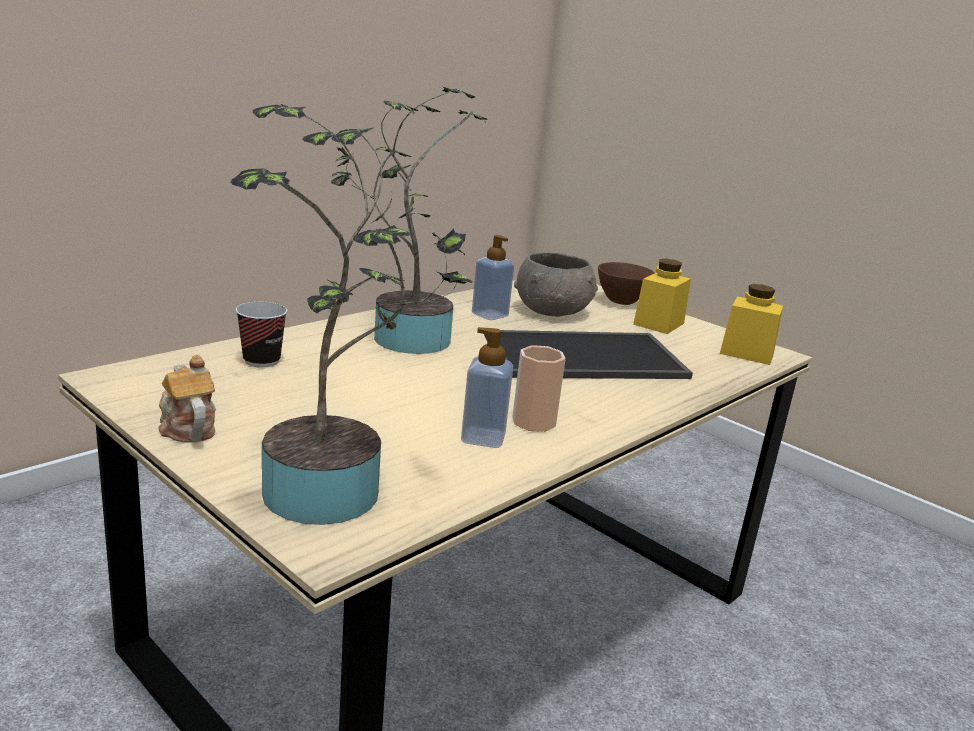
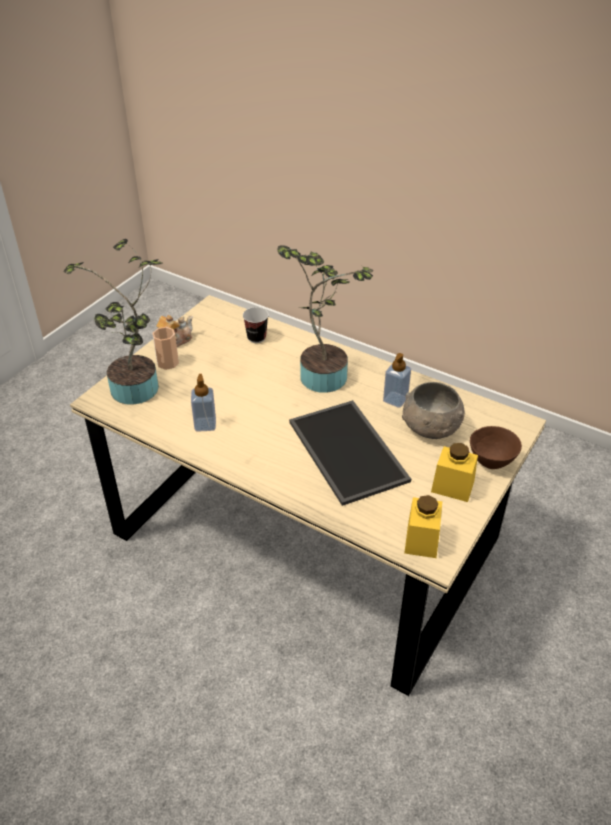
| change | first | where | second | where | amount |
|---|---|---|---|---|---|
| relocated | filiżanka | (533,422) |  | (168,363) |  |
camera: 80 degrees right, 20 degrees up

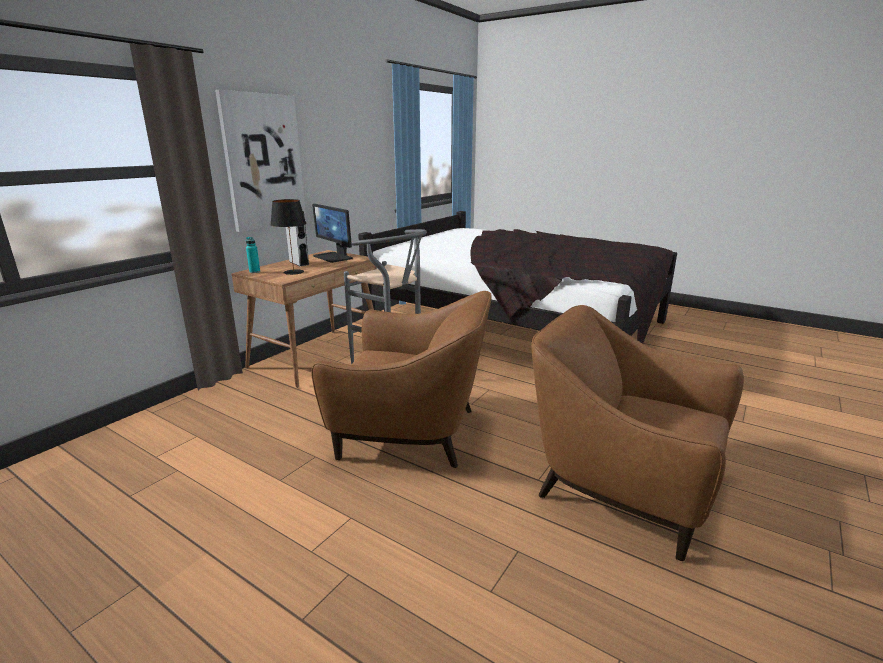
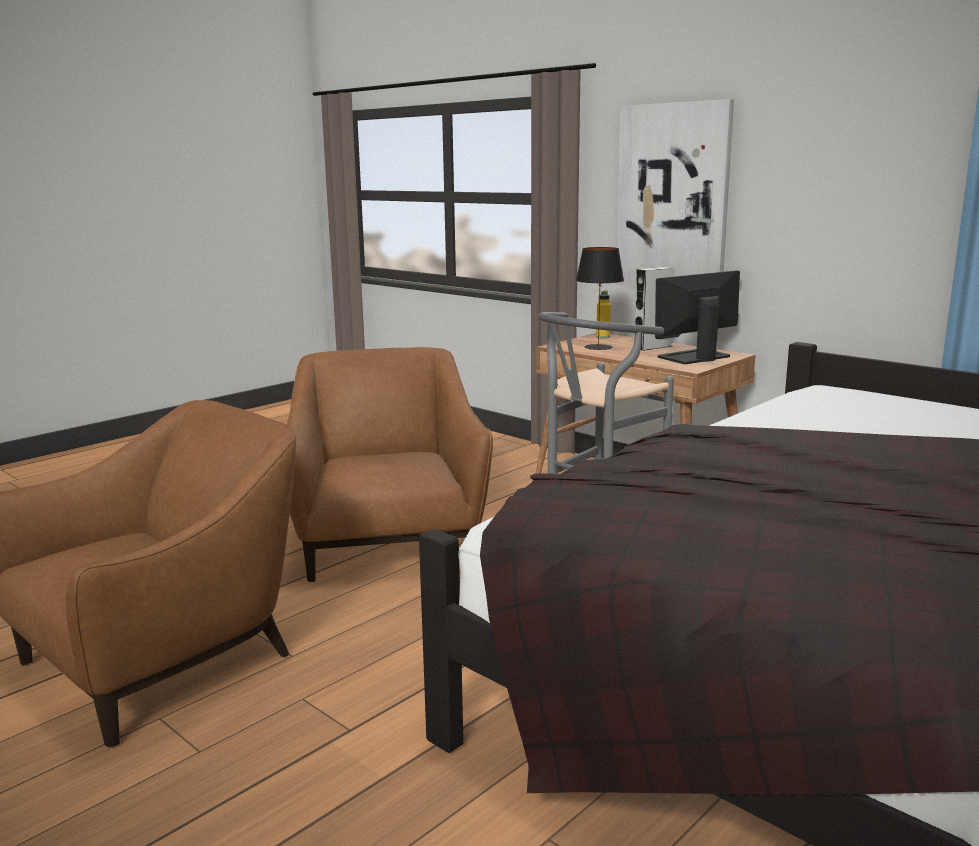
| change | first | where | second | where | amount |
|---|---|---|---|---|---|
| colour | butelka (turkusowy) | (254,272) | butelka (żółty) | (603,337) |  |
| spun | fotel (brązowy) | (411,432) |  | (388,542) | 150 degrees clockwise |
camera: 100 degrees right, 5 degrees down

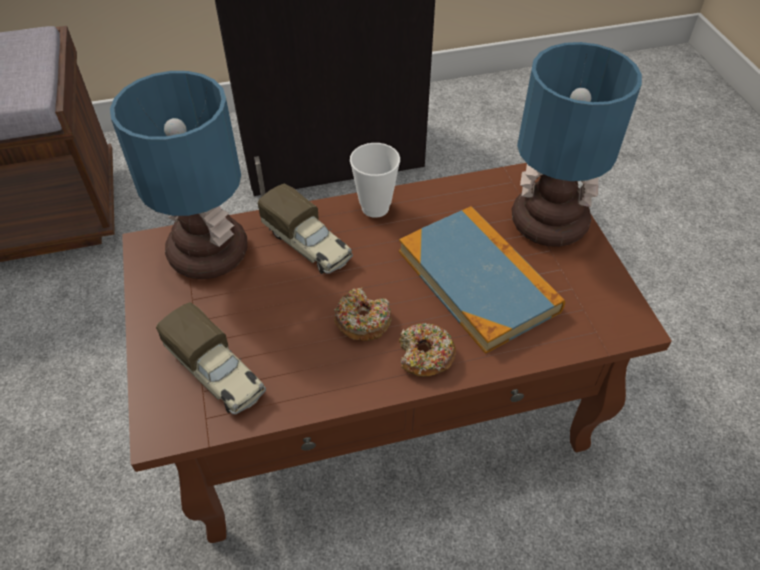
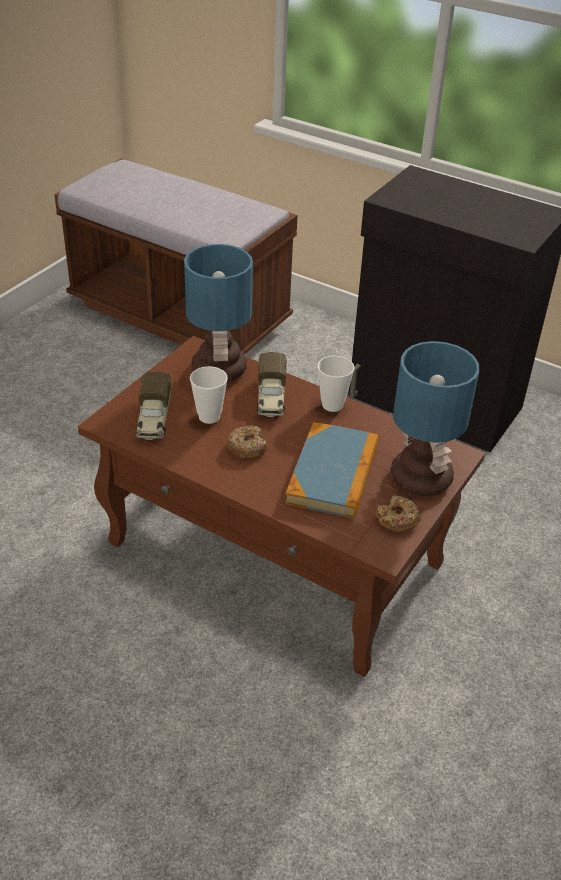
| change | first | where | second | where | amount |
|---|---|---|---|---|---|
| relocated | donut | (425,356) |  | (397,520) |  |
| appeared |  |  | filiżanka | (209,416) |  |
camera: 45 degrees right, 10 degrees down

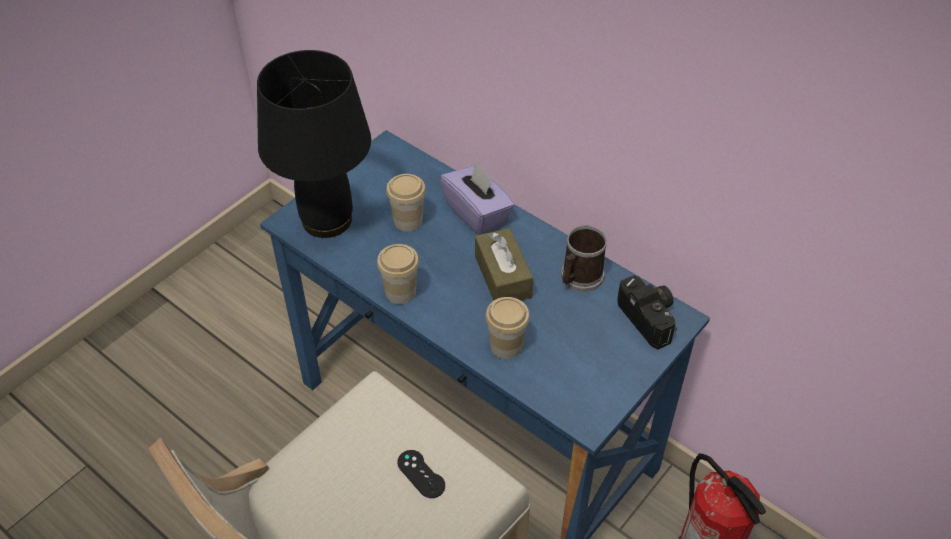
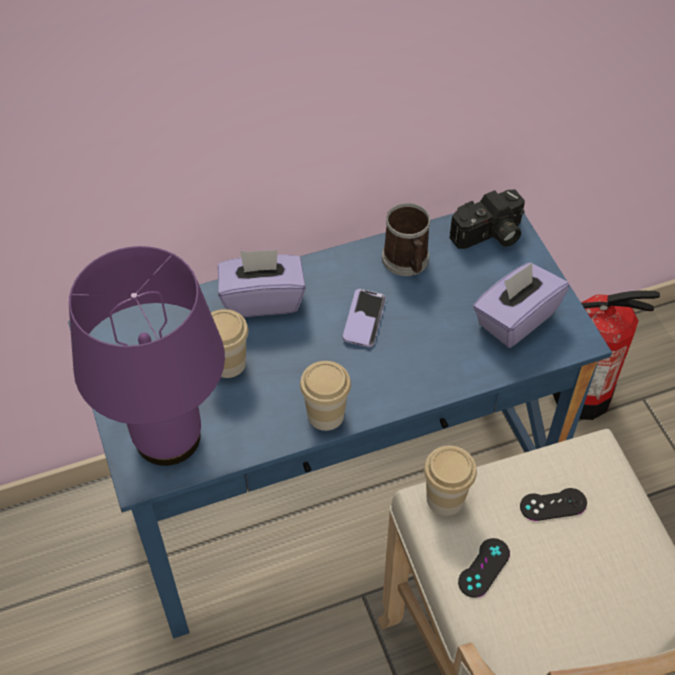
| change | first | where | second | where | amount |
|---|---|---|---|---|---|
| colour | lampa stołowa (czarny) | (326,219) | lampa stołowa (fioletowy) | (166,438) |  |
| exchanged | pudełko chusteczek (brązowy) | (502,276) | telefon | (364,319) |  |
| spun | aparat fotograficzny | (651,318) |  | (489,236) | 150 degrees clockwise |
| relocated | filiżanka | (506,346) |  | (445,498) |  |
| appeared |  |  | pudełko chusteczek (fioletowy) | (515,318) |  |
| appeared |  |  | pad do gier (czarny) | (484,567) |  |
camera: 60 degrees left, 5 degrees up

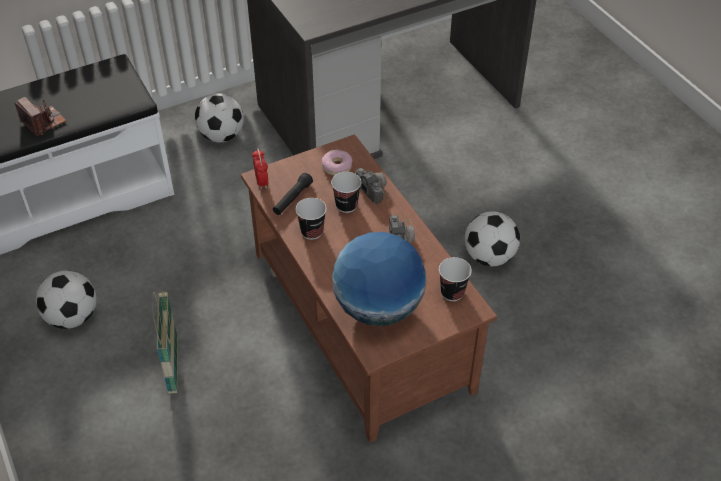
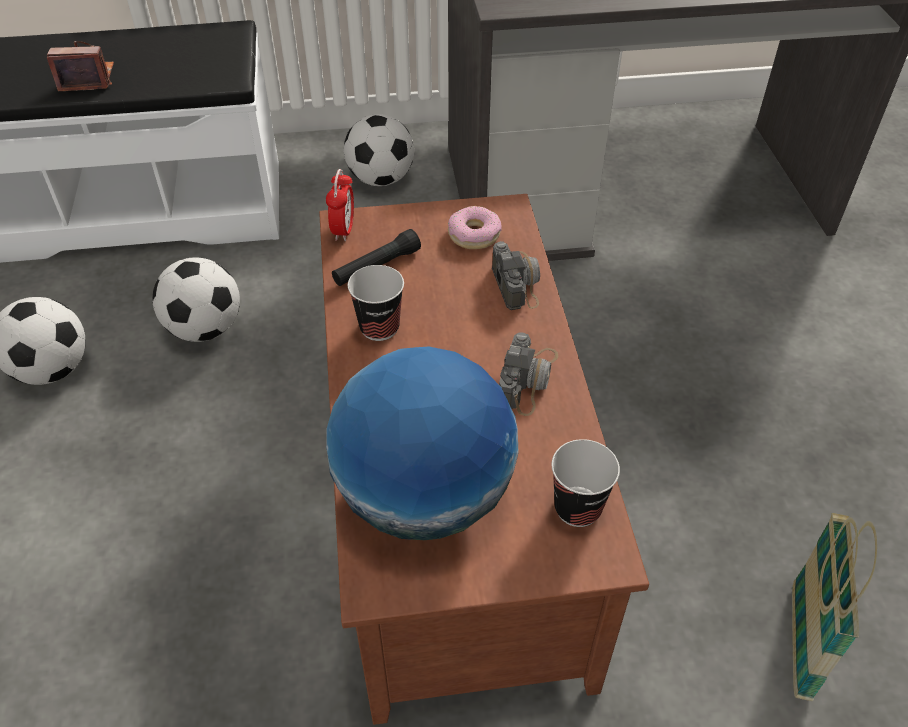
| change | first | where | second | where | amount |
|---|---|---|---|---|---|
| spun | aparat fotograficzny | (43,122) |  | (87,79) | 75 degrees counterclockwise |
| missing | filiżanka | (346,205) |  |  |  |
| relocated | piłka futbolowa | (489,257) |  | (205,329) |  |
| relocated | koszyk | (173,366) |  | (800,641) |  |
camera: 20 degrees right, 0 degrees up

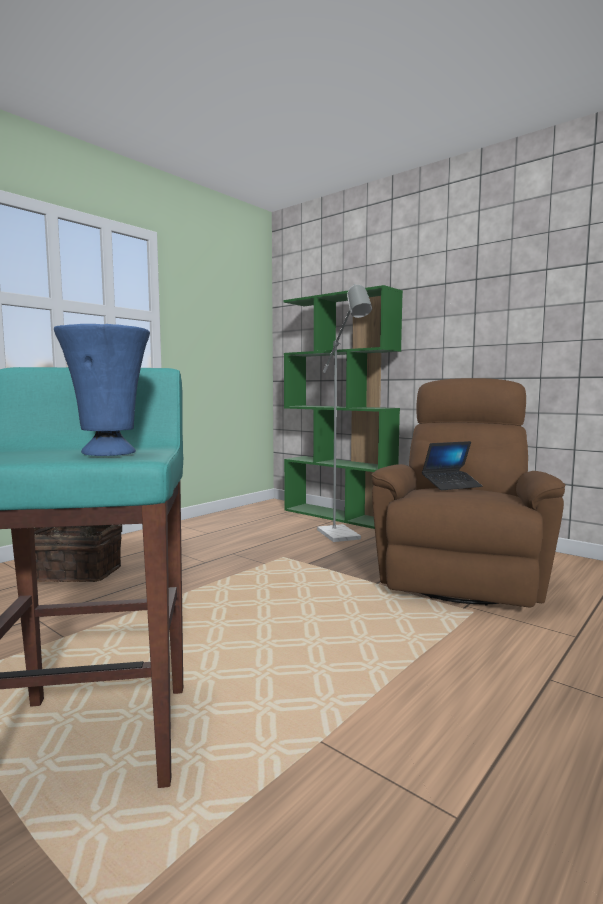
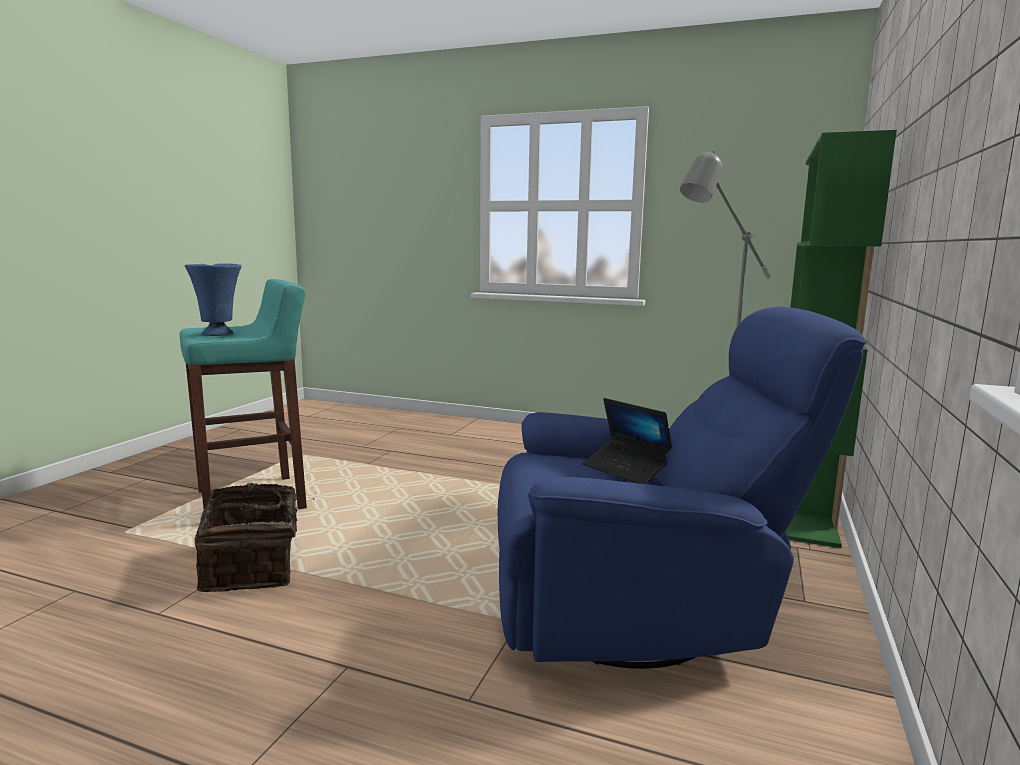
| change | first | where | second | where | amount |
|---|---|---|---|---|---|
| colour | fotel (brązowy) | (461,574) | fotel (niebieski) | (640,610) |  |
| relocated | koszyk | (76,573) |  | (253,566) |  |
camera: 70 degrees right, 5 degrees up

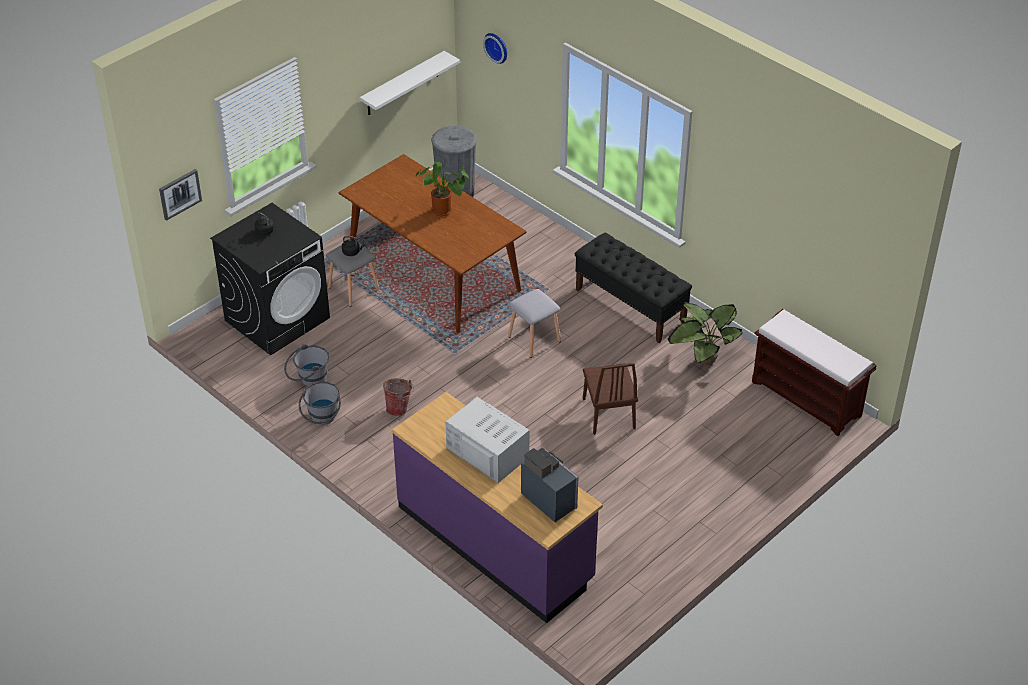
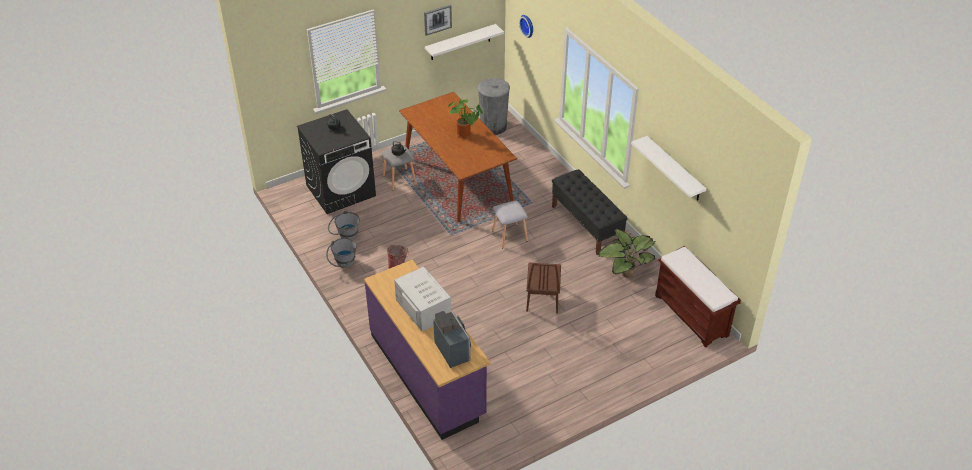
| change | first | where | second | where | amount |
|---|---|---|---|---|---|
| relocated | obraz | (179,194) |  | (437,19) |  |
| appeared |  |  | półka (biały) | (674,169) |  |
camera: 15 degrees right, 0 degrees up

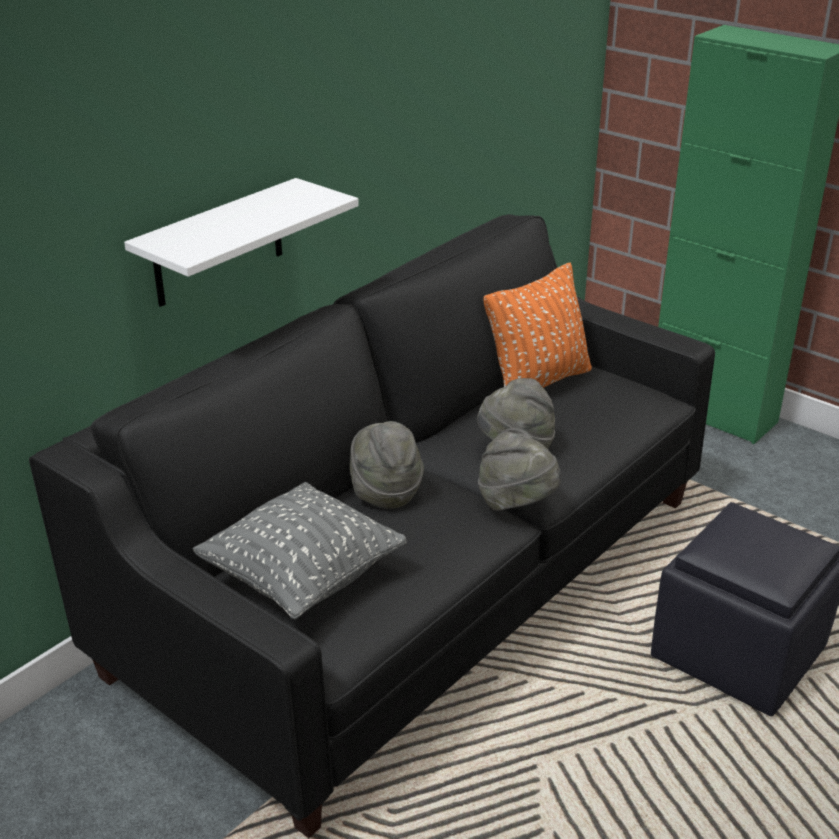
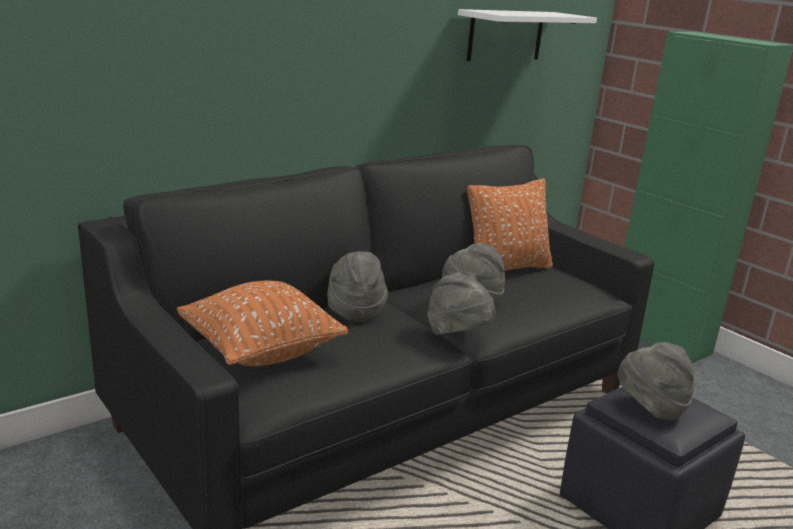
| change | first | where | second | where | amount |
|---|---|---|---|---|---|
| relocated | półka (biały) | (218,243) |  | (505,35) |  |
| colour | poduszka (szary) | (302,578) | poduszka (pomarańczowy) | (261,352) |  |
| appeared |  |  | kapelusz (szary) | (650,408) |  |
camera: 10 degrees right, 10 degrees down

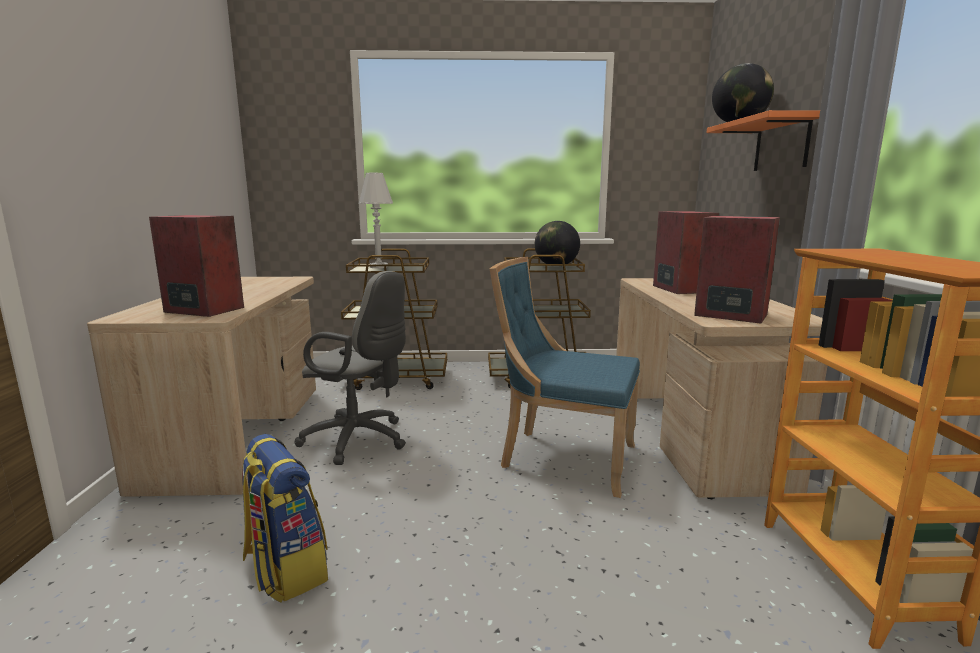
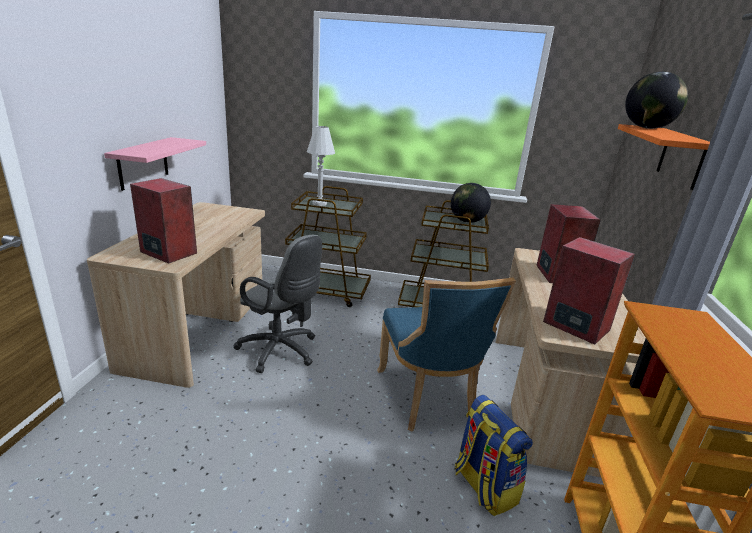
| change | first | where | second | where | amount |
|---|---|---|---|---|---|
| spun | krzesło (niebieski) | (563,458) |  | (429,398) | 135 degrees counterclockwise |
| relocated | plecak | (285,569) |  | (483,486) |  |
| appeared |  |  | półka (różowy) | (143,163) |  |
camera: 10 degrees right, 10 degrees up

